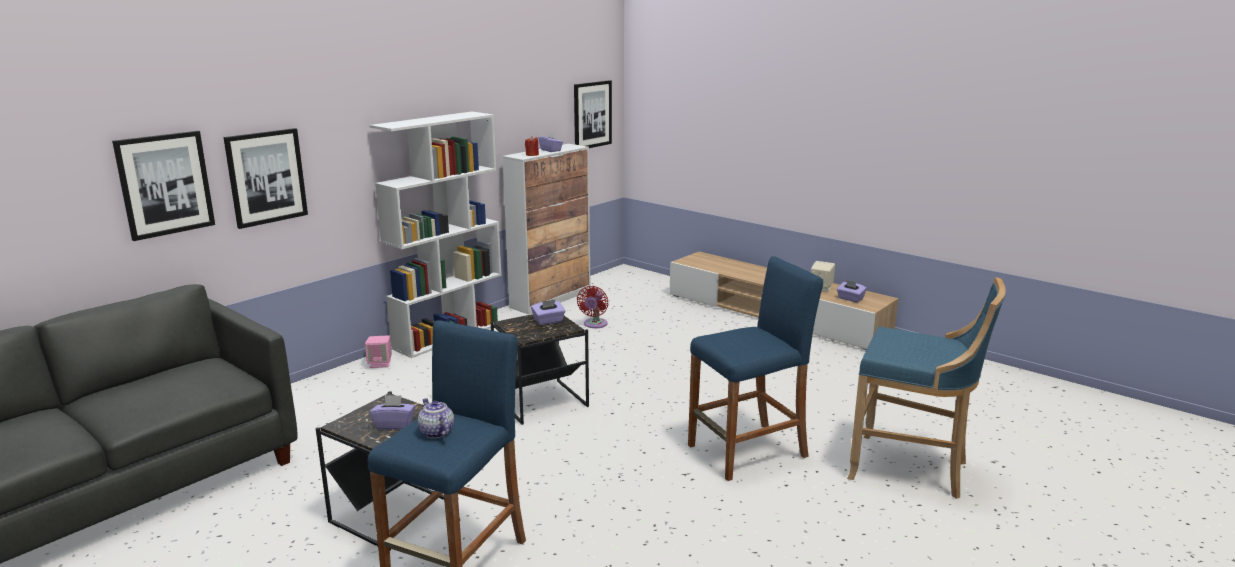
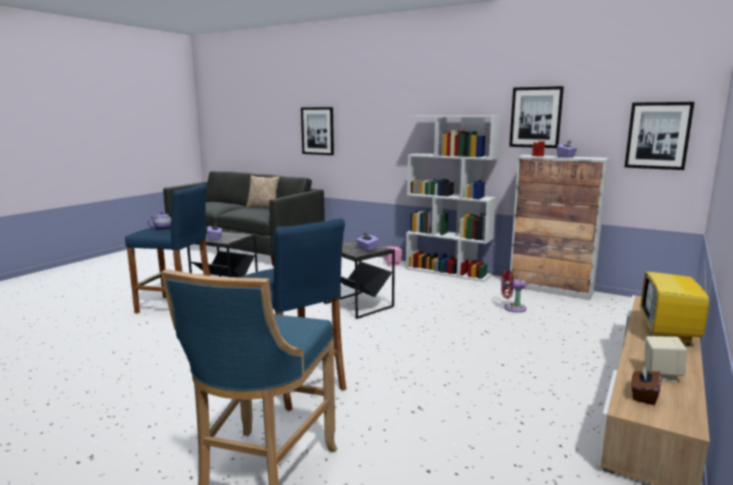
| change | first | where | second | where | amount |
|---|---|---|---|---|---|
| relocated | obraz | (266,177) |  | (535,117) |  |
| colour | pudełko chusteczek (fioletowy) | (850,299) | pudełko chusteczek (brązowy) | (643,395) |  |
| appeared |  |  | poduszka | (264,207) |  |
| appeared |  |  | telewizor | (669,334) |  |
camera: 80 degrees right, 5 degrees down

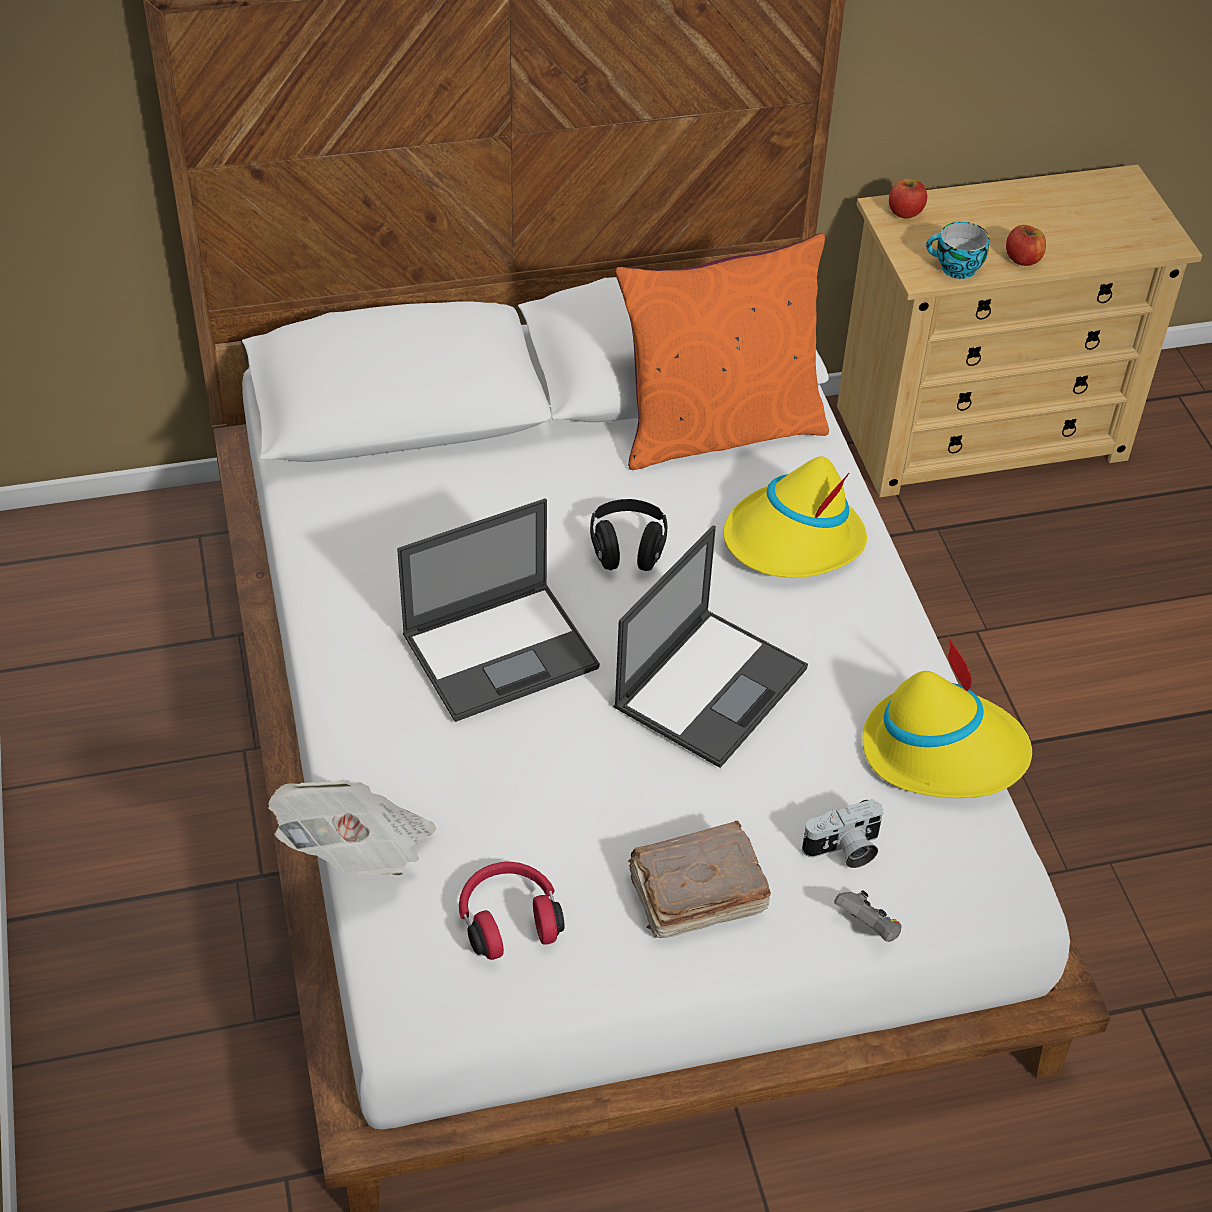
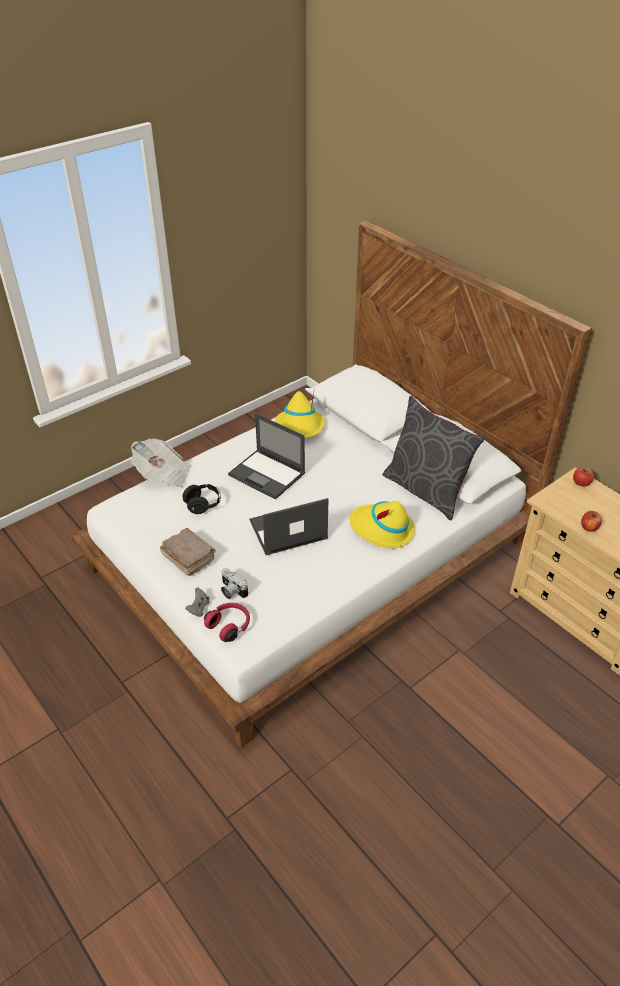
| change | first | where | second | where | amount |
|---|---|---|---|---|---|
| missing | filiżanka | (955,269) |  |  |  |
| colour | poduszka (pomarańczowy) | (718,429) | poduszka (szary) | (426,490) |  |
| relocated | słuchawki (czarny) | (627,550) |  | (203,505) |  |
| spun | laptop | (711,686) |  | (287,530) | 150 degrees clockwise |
| relocated | kapelusz (żółty) | (943,751) |  | (300,427) |  |
| relocated | słuchawki (czerwony) | (508,919) |  | (229,626) |  |
camera: 65 degrees right, 5 degrees down

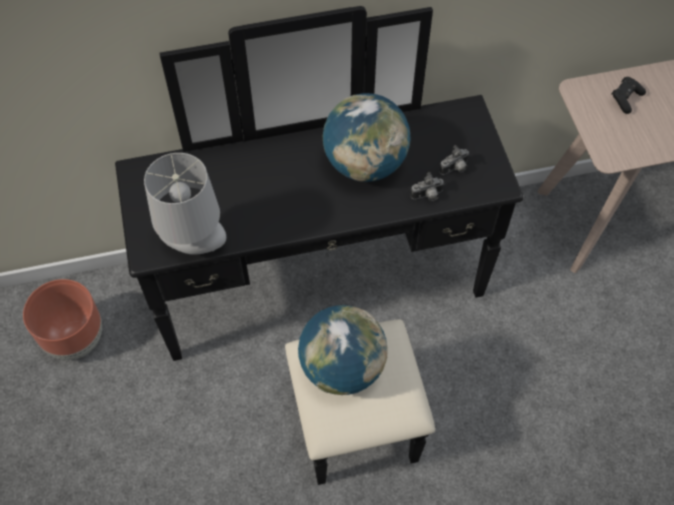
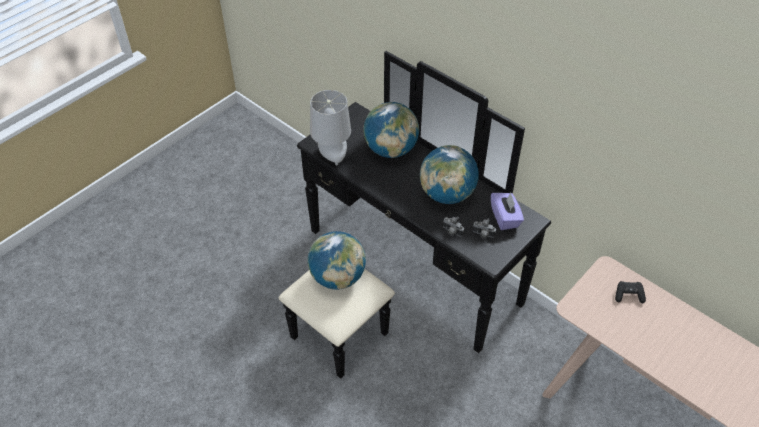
| change | first | where | second | where | amount |
|---|---|---|---|---|---|
| missing | donica (brązowy) | (75,338) |  |  |  |
| appeared |  |  | globus | (391,150) |  |
| appeared |  |  | pudełko chusteczek (fioletowy) | (505,218) |  |
camera: 55 degrees right, 10 degrees down

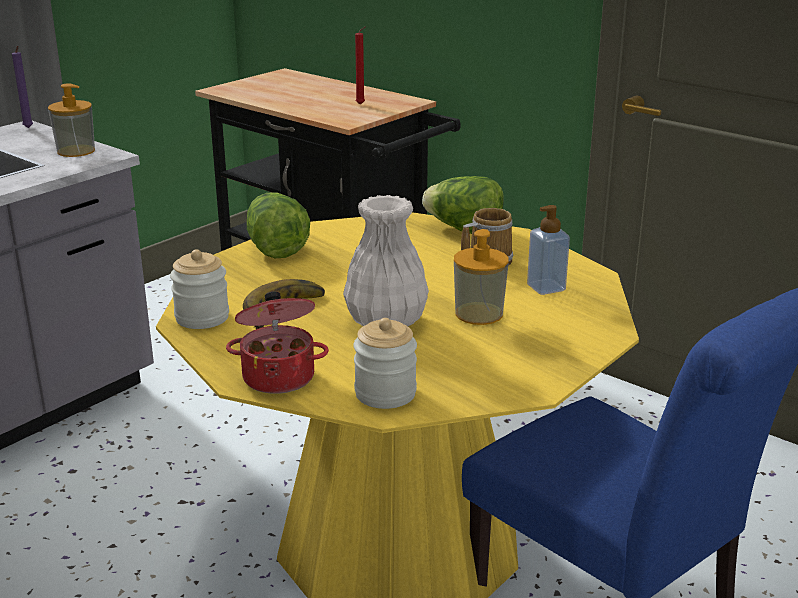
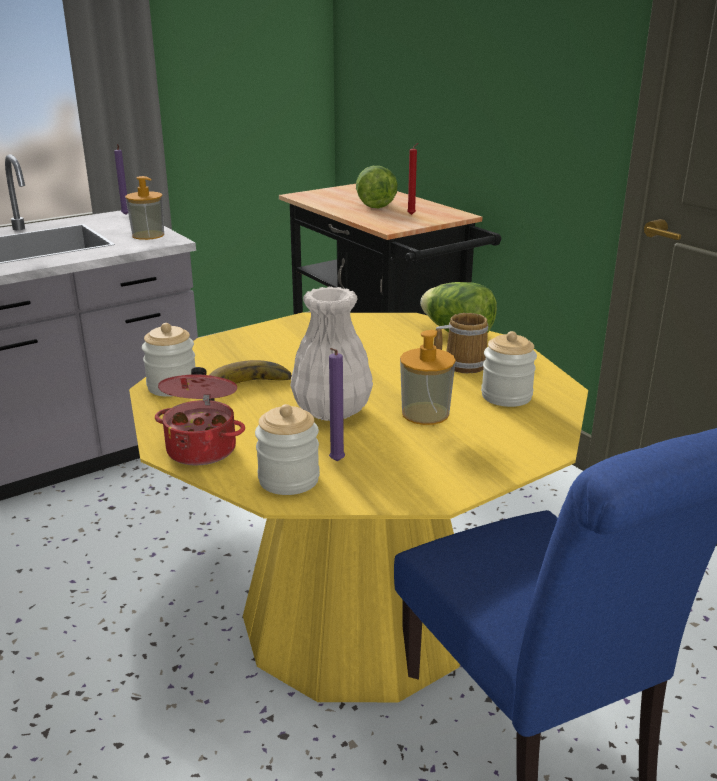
| change | first | where | second | where | amount |
|---|---|---|---|---|---|
| relocated | sałata | (275,248) |  | (374,204) |  |
| exchanged | dozownik mydła | (546,287) | słoik | (506,396) |  |
| appeared |  |  | świeca (fioletowy) | (336,462) |  |
camera: 15 degrees right, 0 degrees up

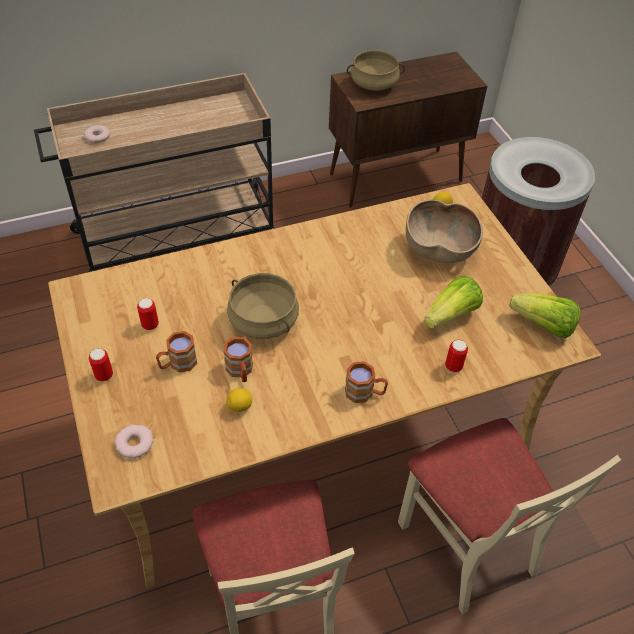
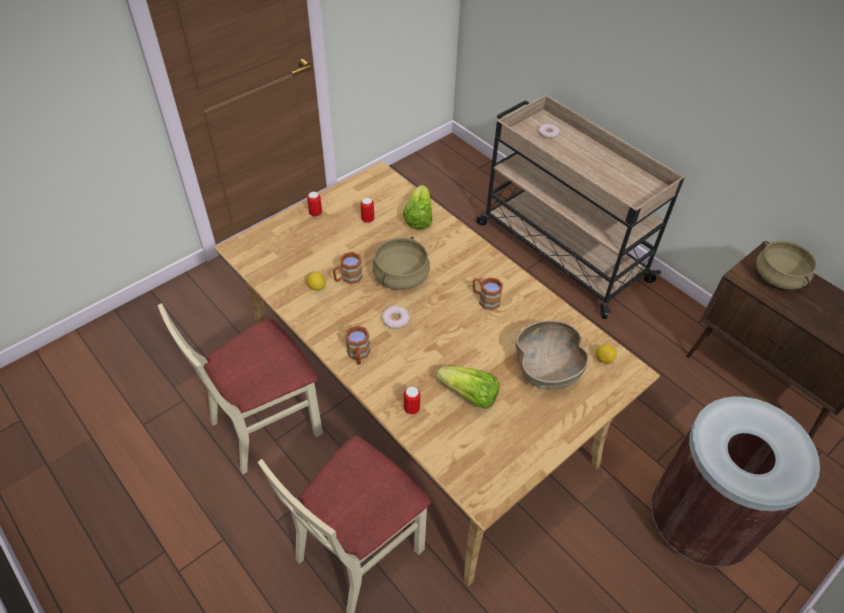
| change | first | where | second | where | amount |
|---|---|---|---|---|---|
| relocated | sałata | (543,326) |  | (418,217) |  |
| relocated | kubek (brązowy) | (178,364) |  | (485,299) |  |
| relocated | donut | (134,443) |  | (395,319) |  |
camera: 70 degrees right, 0 degrees up

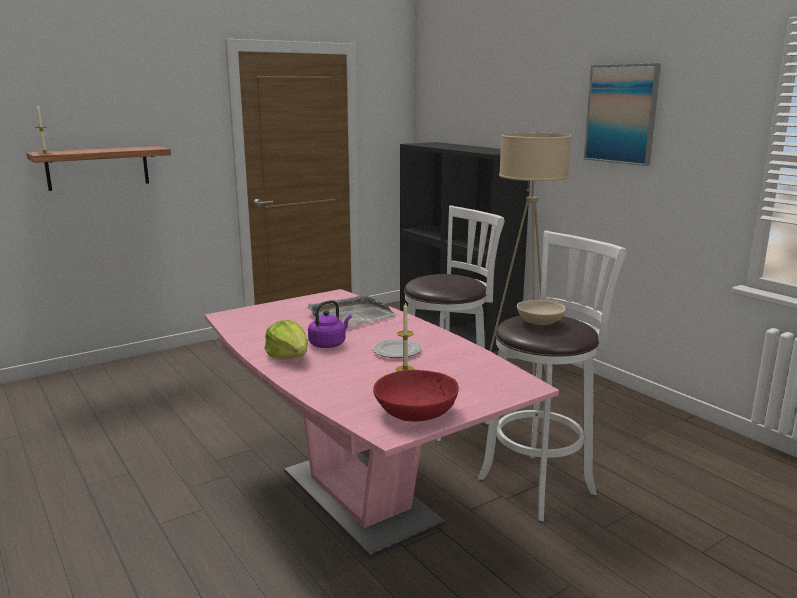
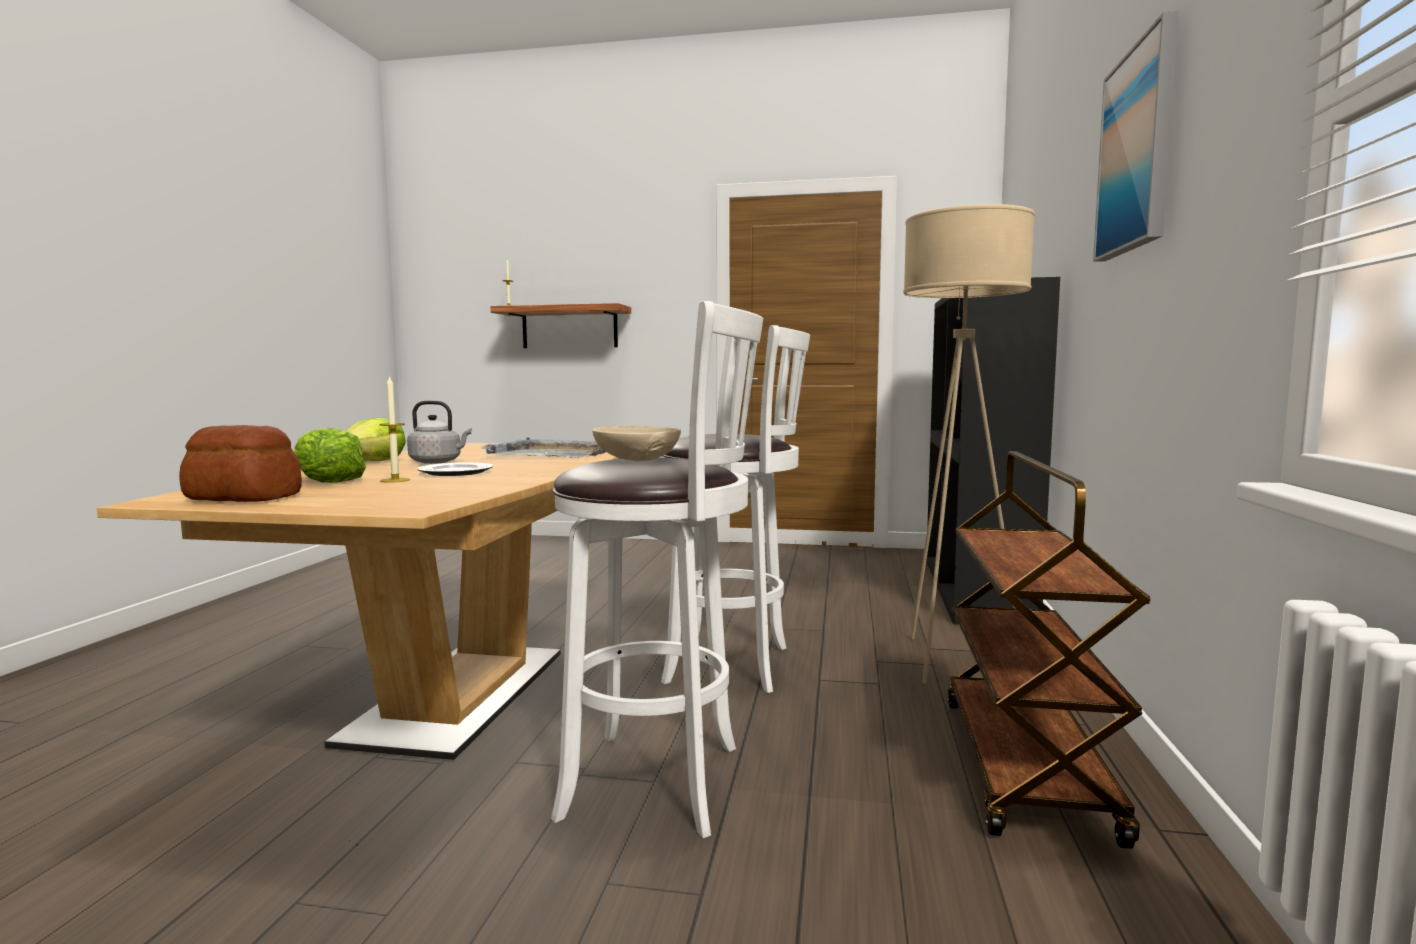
| change | first | where | second | where | amount |
|---|---|---|---|---|---|
| colour | stół jadalny (różowy) | (359,497) | stół jadalny (brązowy) | (459,696) |  |
| colour | czajnik (fioletowy) | (329,344) | czajnik (szary) | (438,462) |  |
| exchanged | miska (czerwony) | (415,411) | chleb | (244,497) |  |
| appeared |  |  | sałata | (327,481) |  |
| appeared |  |  | wózek (brązowy) | (1026,767) |  |
camera: 45 degrees right, 10 degrees down

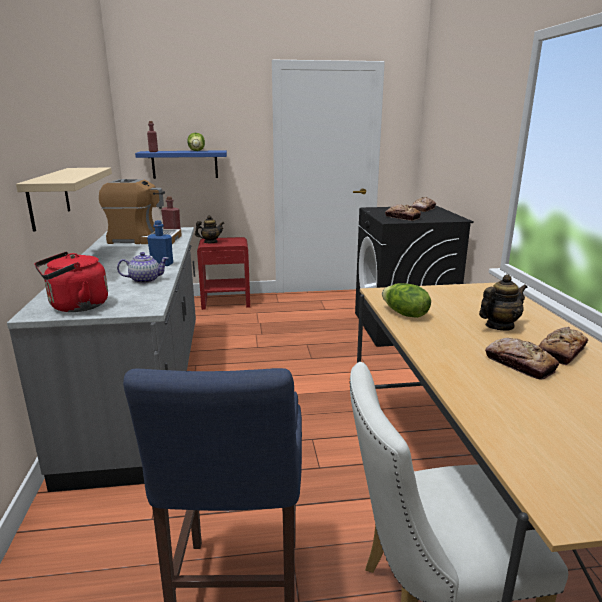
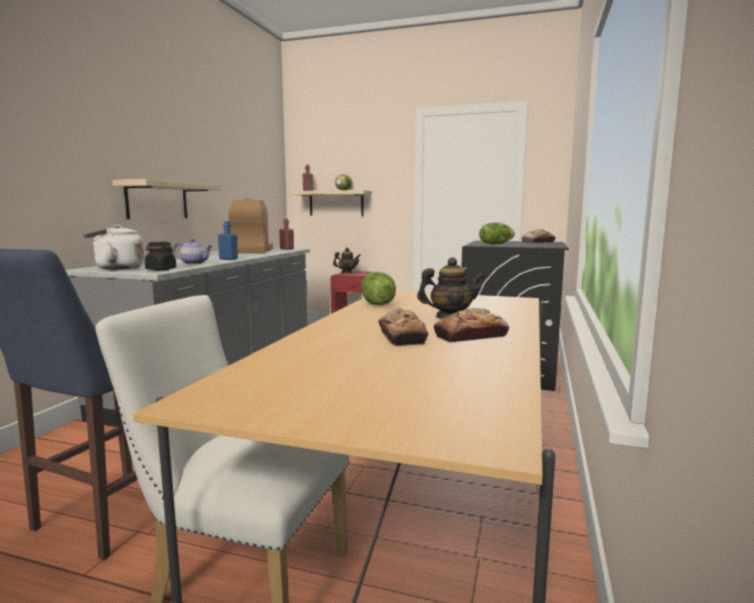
| change | first | where | second | where | amount |
|---|---|---|---|---|---|
| colour | półka (niebieski) | (185,164) | półka (beżowy) | (336,203) |  |
| spun | ekspres do kawy | (143,239) |  | (252,251) | 120 degrees counterclockwise |
| exchanged | chleb | (402,217) | sałata | (495,244) |  |
| colour | czajnik (czerwony) | (76,307) | czajnik (biały) | (116,268) |  |
| appeared |  |  | słoik (czarny) | (160,269) |  |
camera: 25 degrees right, 10 degrees down

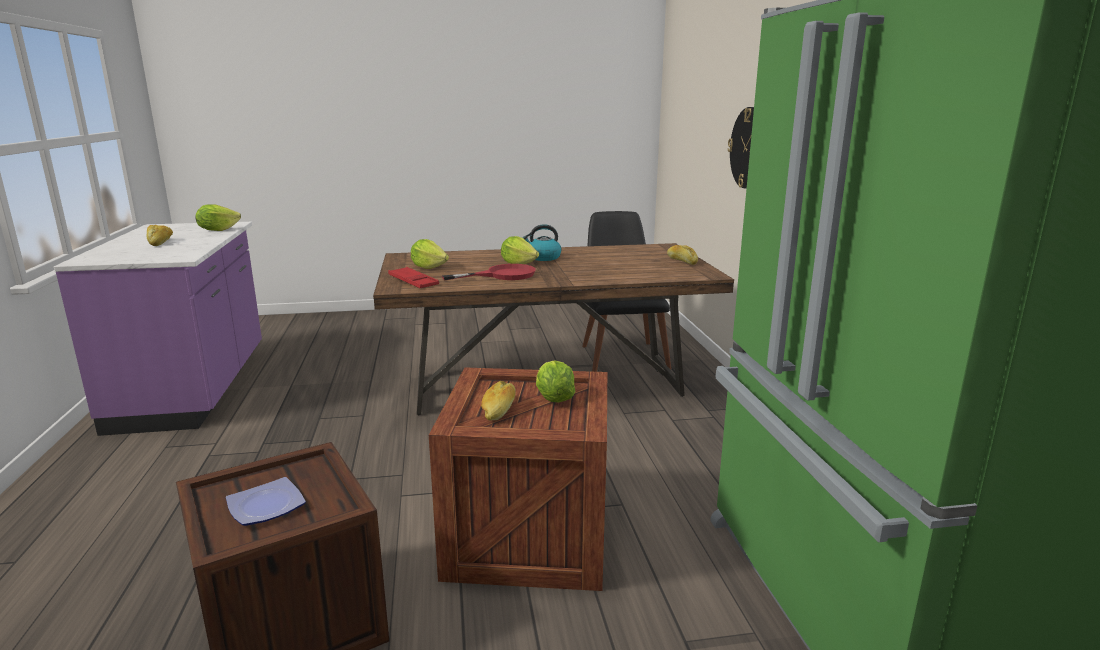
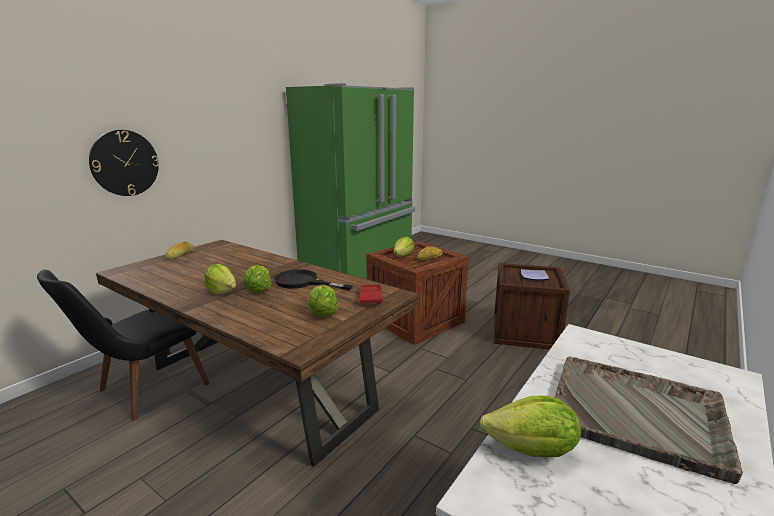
| change | first | where | second | where | amount |
|---|---|---|---|---|---|
| exchanged | czajnik | (543,258) | sałata | (222,291) |  |
| exchanged | chleb | (161,242) | taca (szary) | (637,414) |  |
| colour | patelnia (czerwony) | (502,275) | patelnia (czarny) | (303,282) |  |
camera: 135 degrees left, 0 degrees up

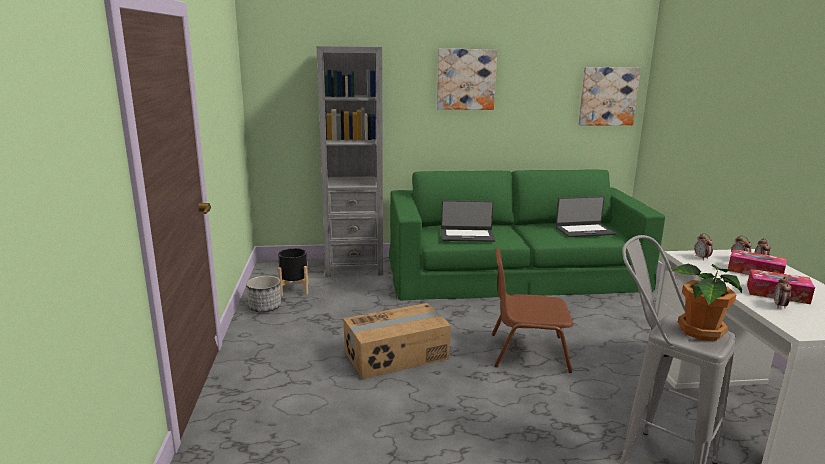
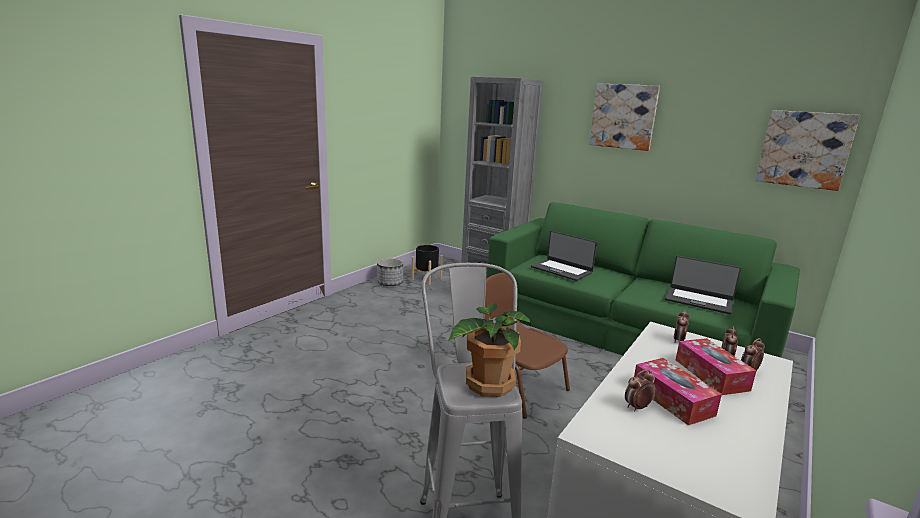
| change | first | where | second | where | amount |
|---|---|---|---|---|---|
| missing | karton | (396,355) |  |  |  |
camera: 40 degrees right, 0 degrees up

